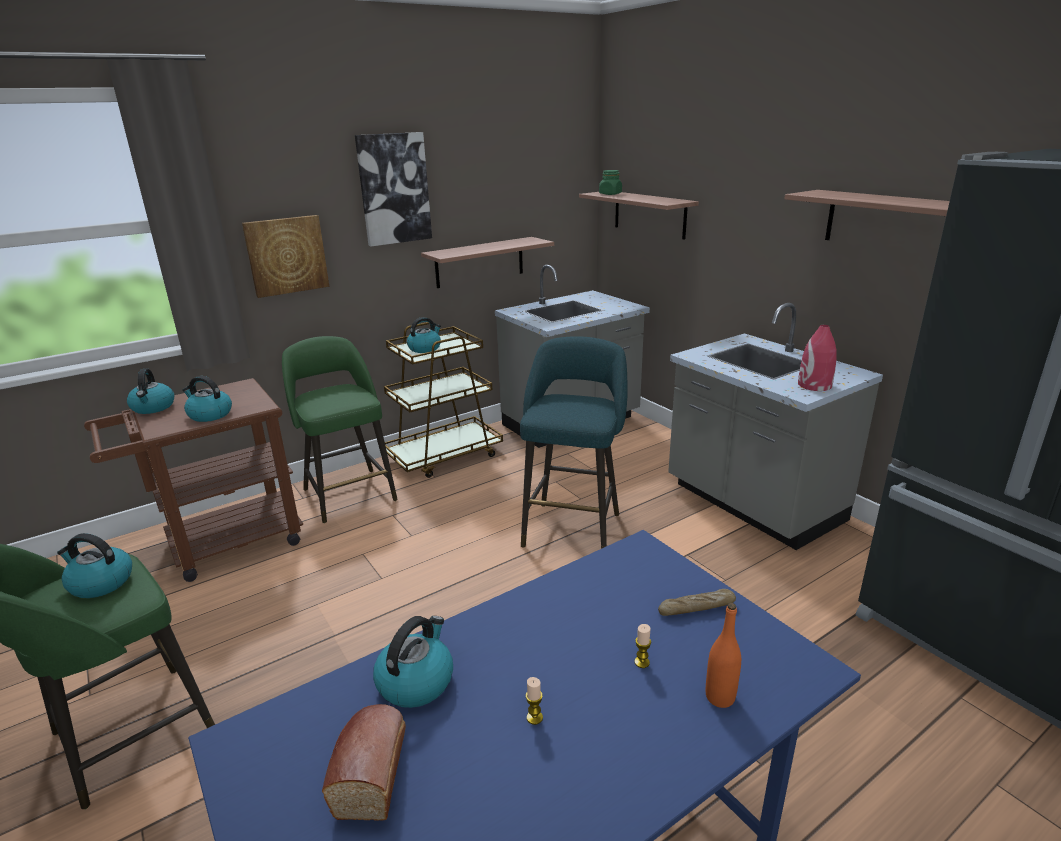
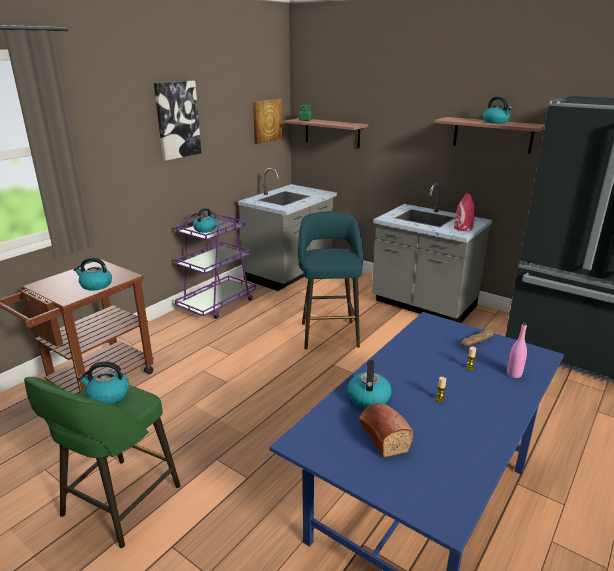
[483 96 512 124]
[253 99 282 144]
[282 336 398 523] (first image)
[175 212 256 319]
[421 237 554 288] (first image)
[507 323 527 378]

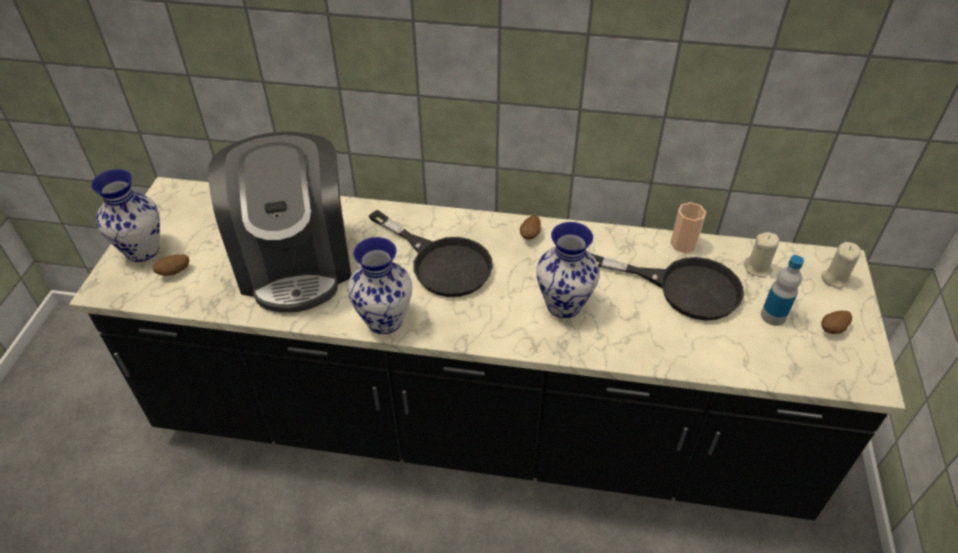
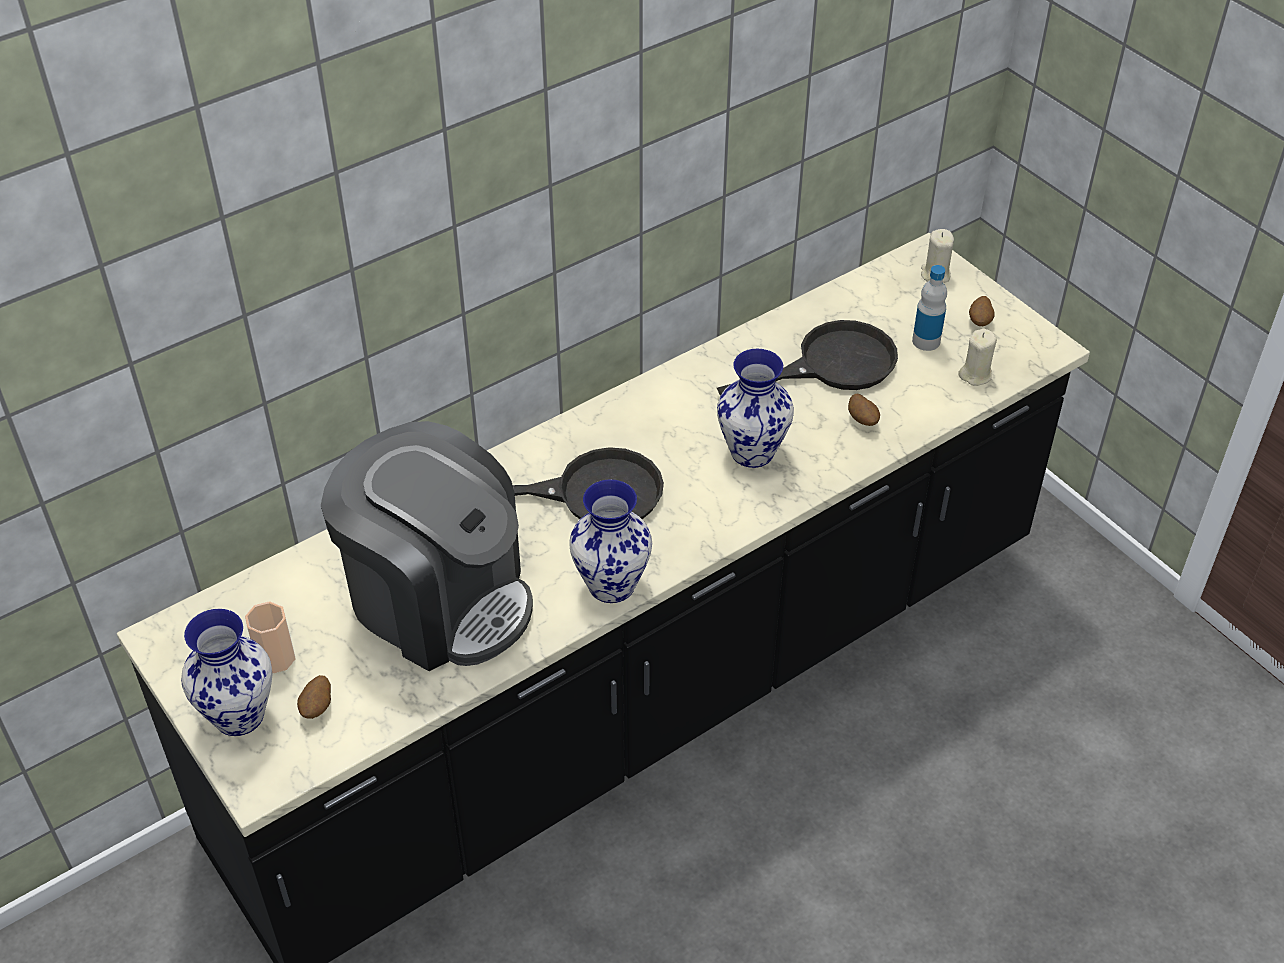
[848 393 880 426]
[245 601 296 674]
[958 329 997 386]

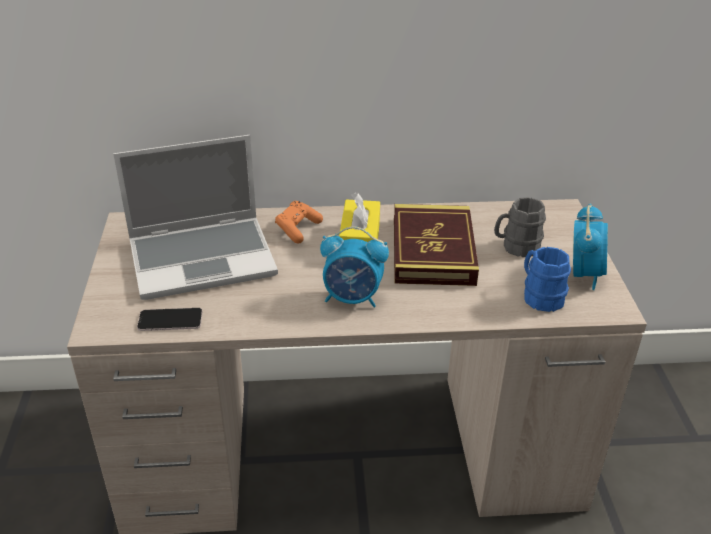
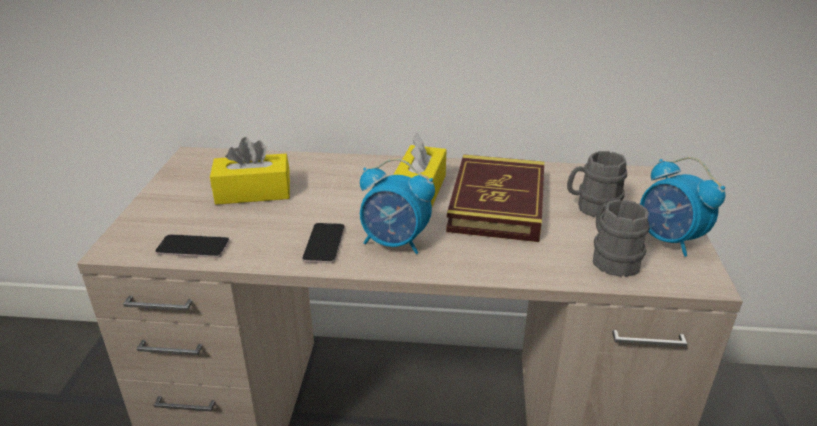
[210 137 290 205]
[275 201 323 243] (first image)
[593 200 650 277]
[640 157 725 257]
[302 223 345 264]

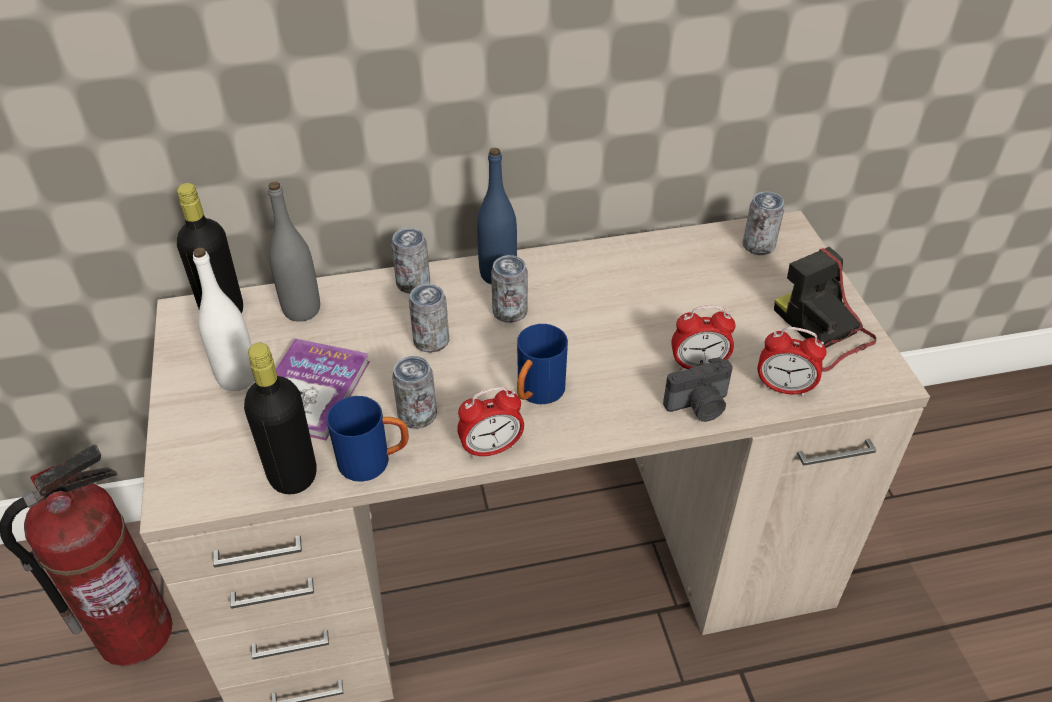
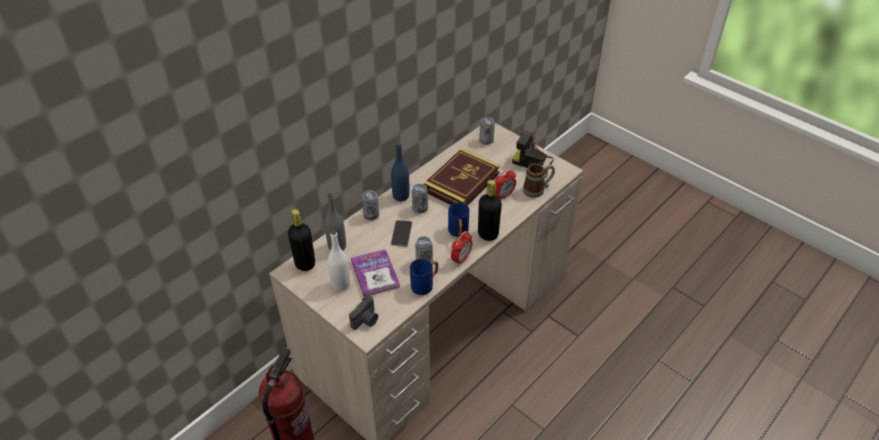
[478 180 502 241]
[391 220 412 247]
[349 296 378 330]
[523 164 555 198]
[424 148 500 206]

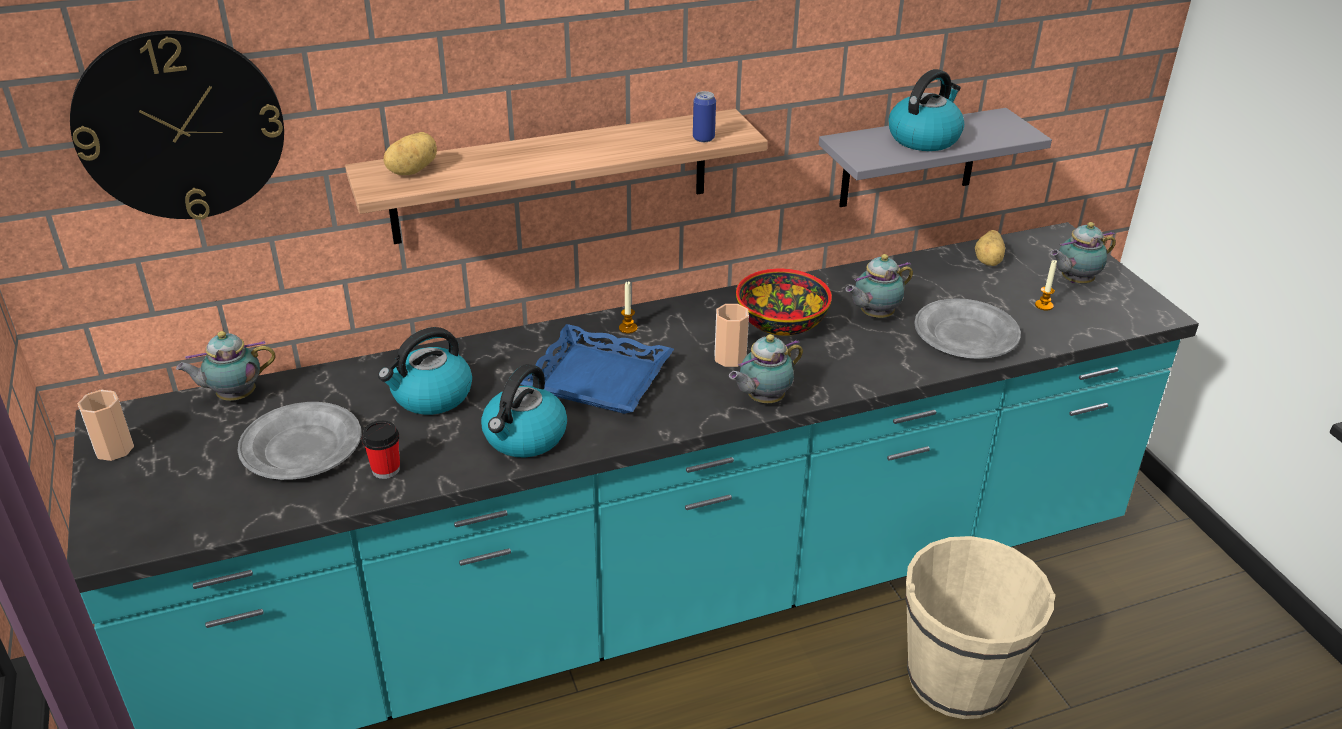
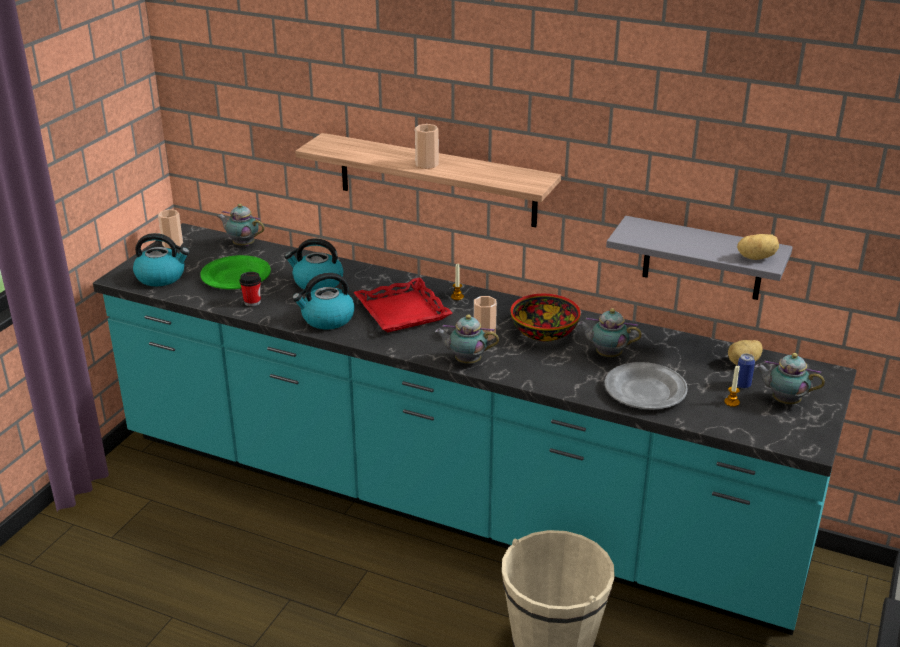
[70 31 284 220] (first image)
[200 255 271 289]
[737 234 779 260]
[353 278 453 332]
[737 354 755 389]
[133 233 190 286]
[415 124 439 169]

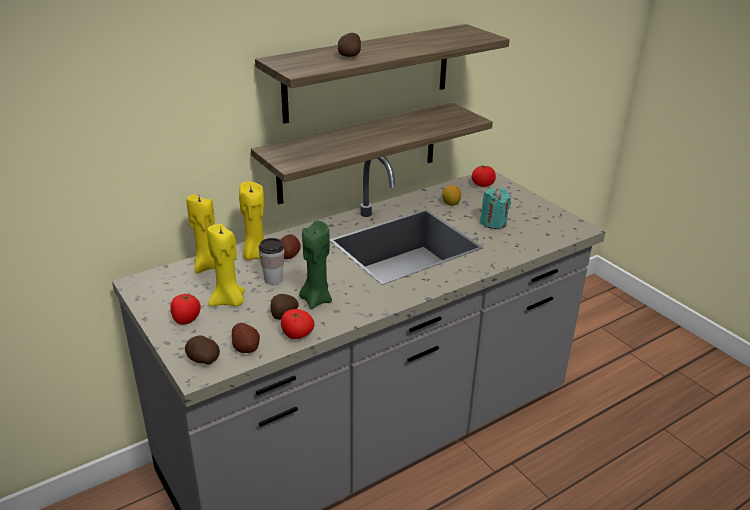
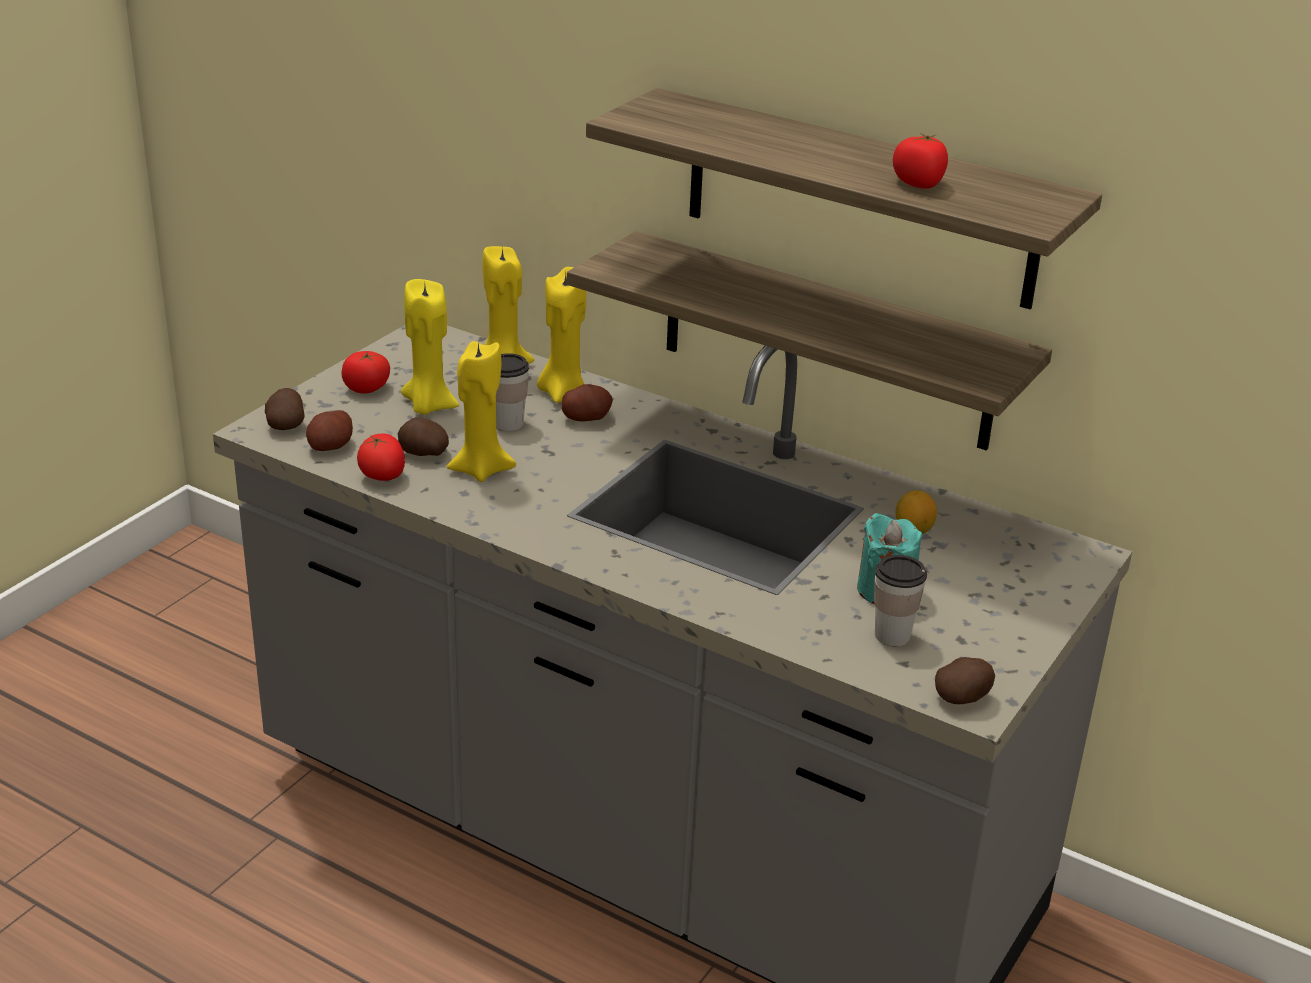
[447 341 516 482]
[935 657 995 704]
[893 133 948 189]
[874 555 927 646]

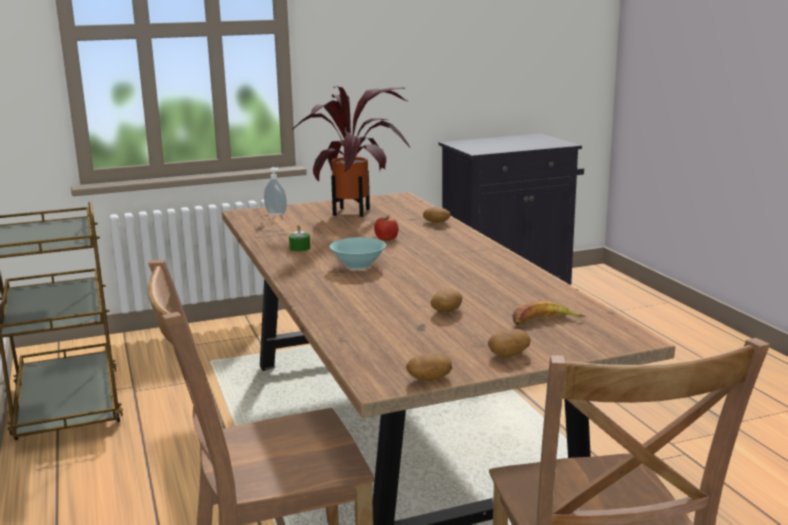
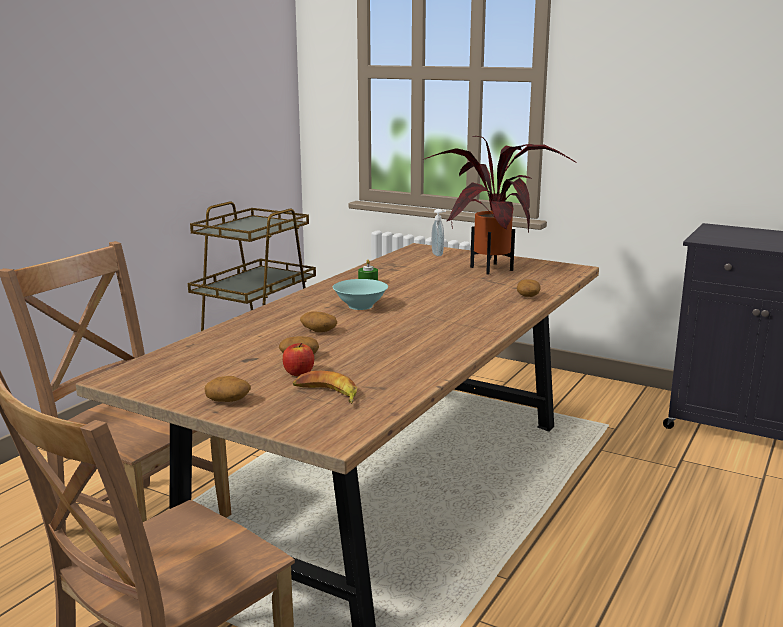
[283 343 314 376]
[300 312 337 332]

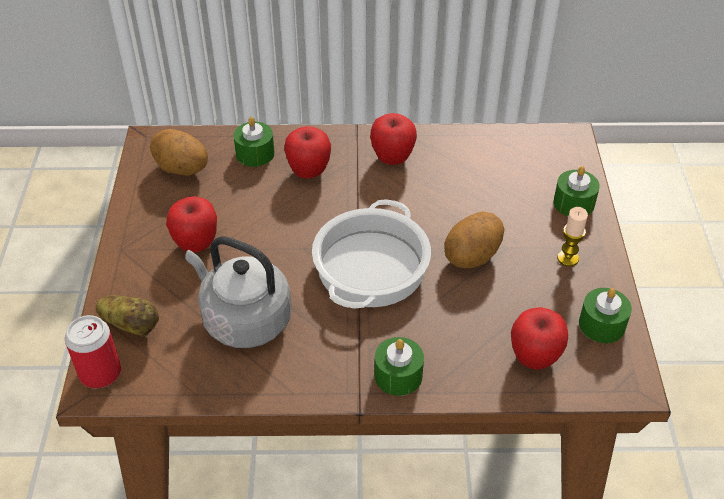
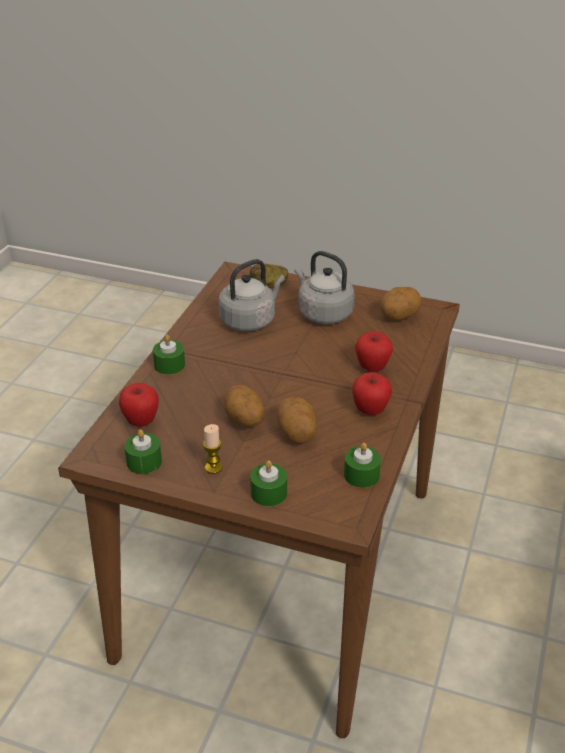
[65 315 121 388] (first image)
[294 251 355 324]
[344 443 381 488]
[312 199 431 308] (first image)
[276 397 317 444]

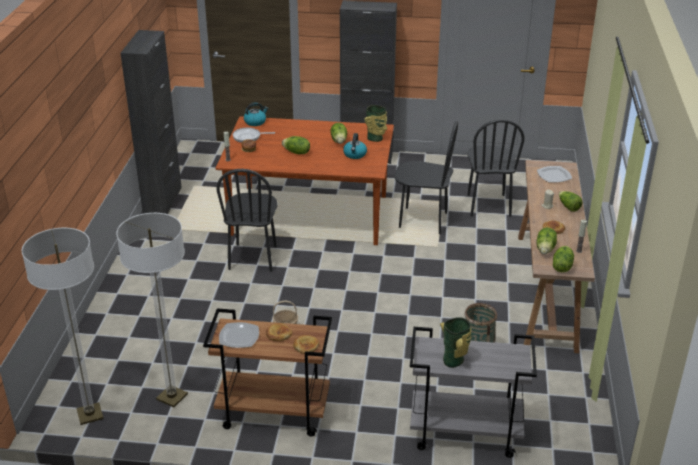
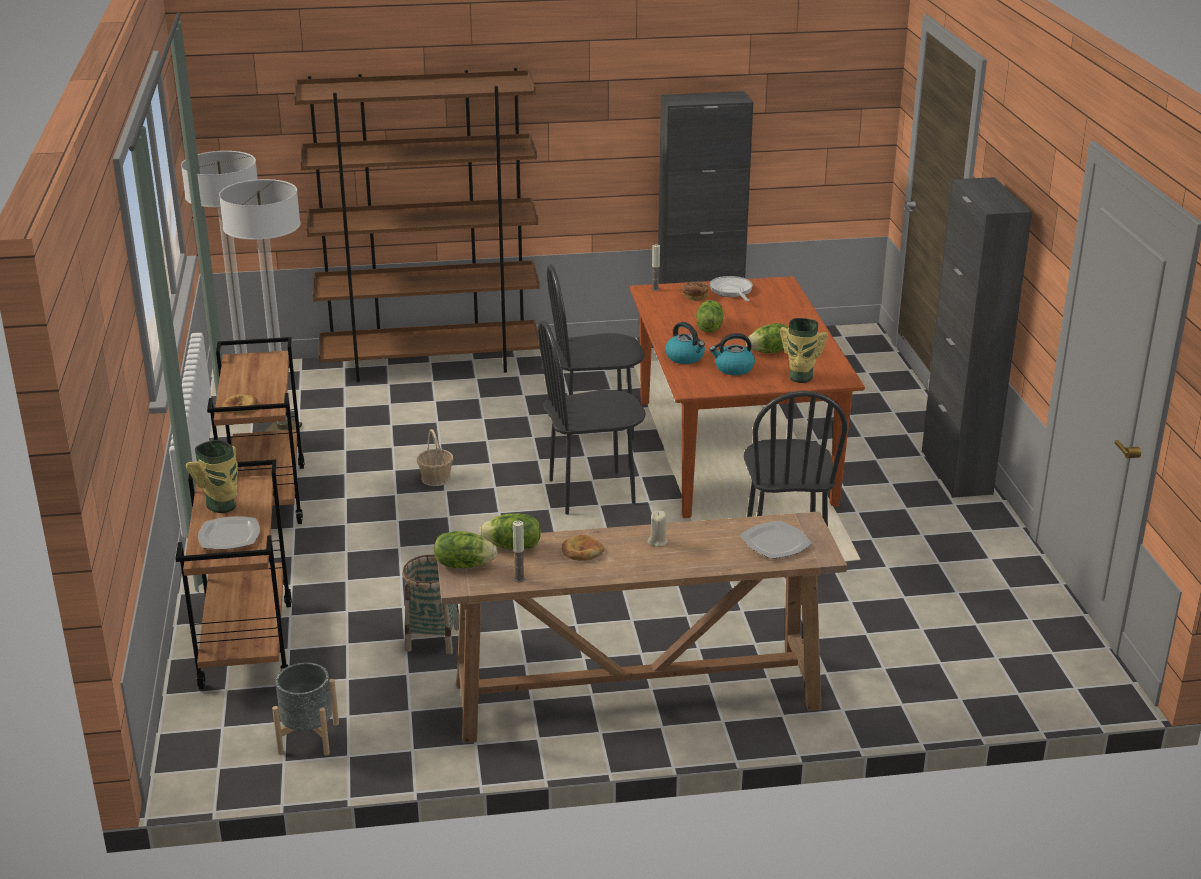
[198 516 260 549]
[665 322 705 364]
[266 323 293 341] (first image)
[175 459 292 689]
[538 320 646 514]
[559 191 583 212] (first image)
[272 662 339 755]
[294 68 540 382]

